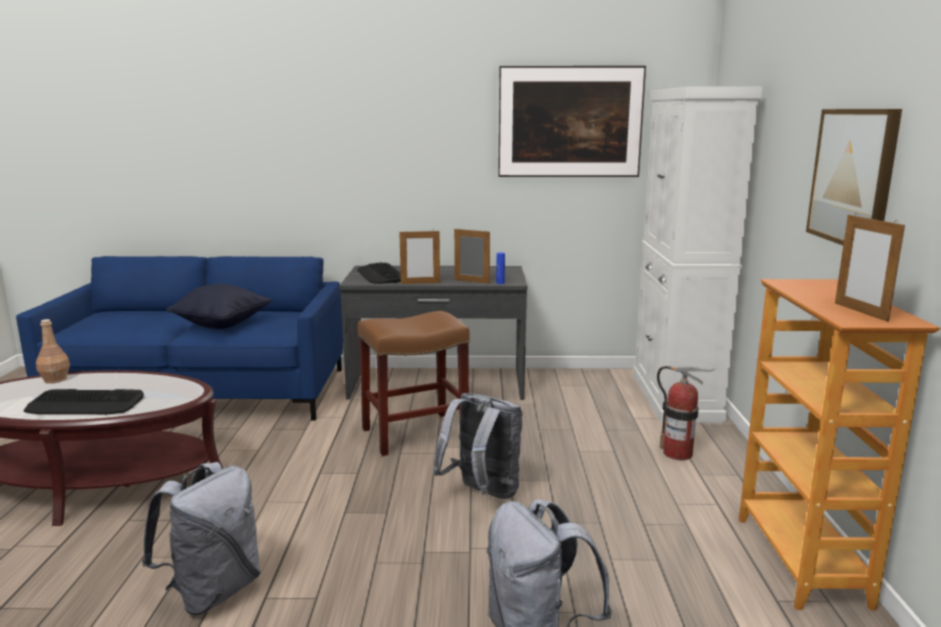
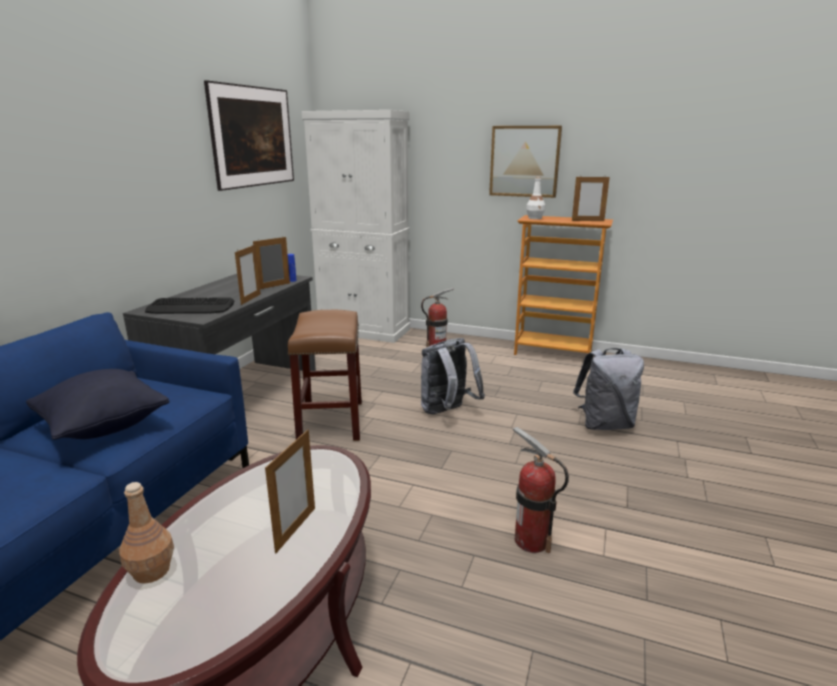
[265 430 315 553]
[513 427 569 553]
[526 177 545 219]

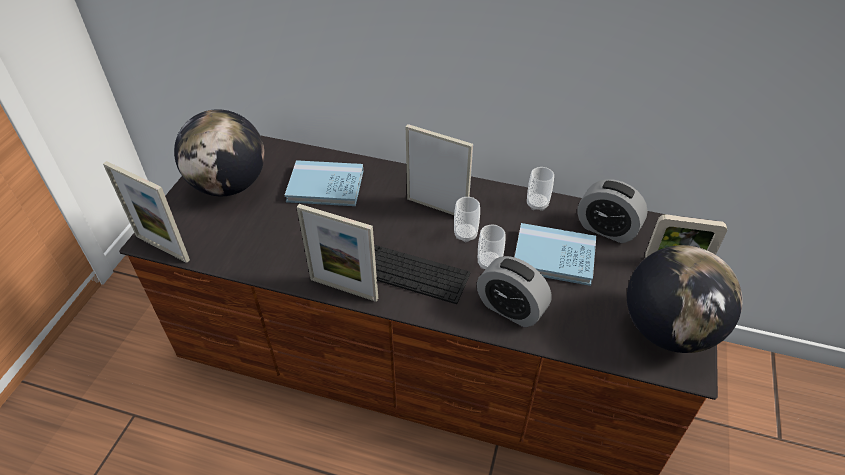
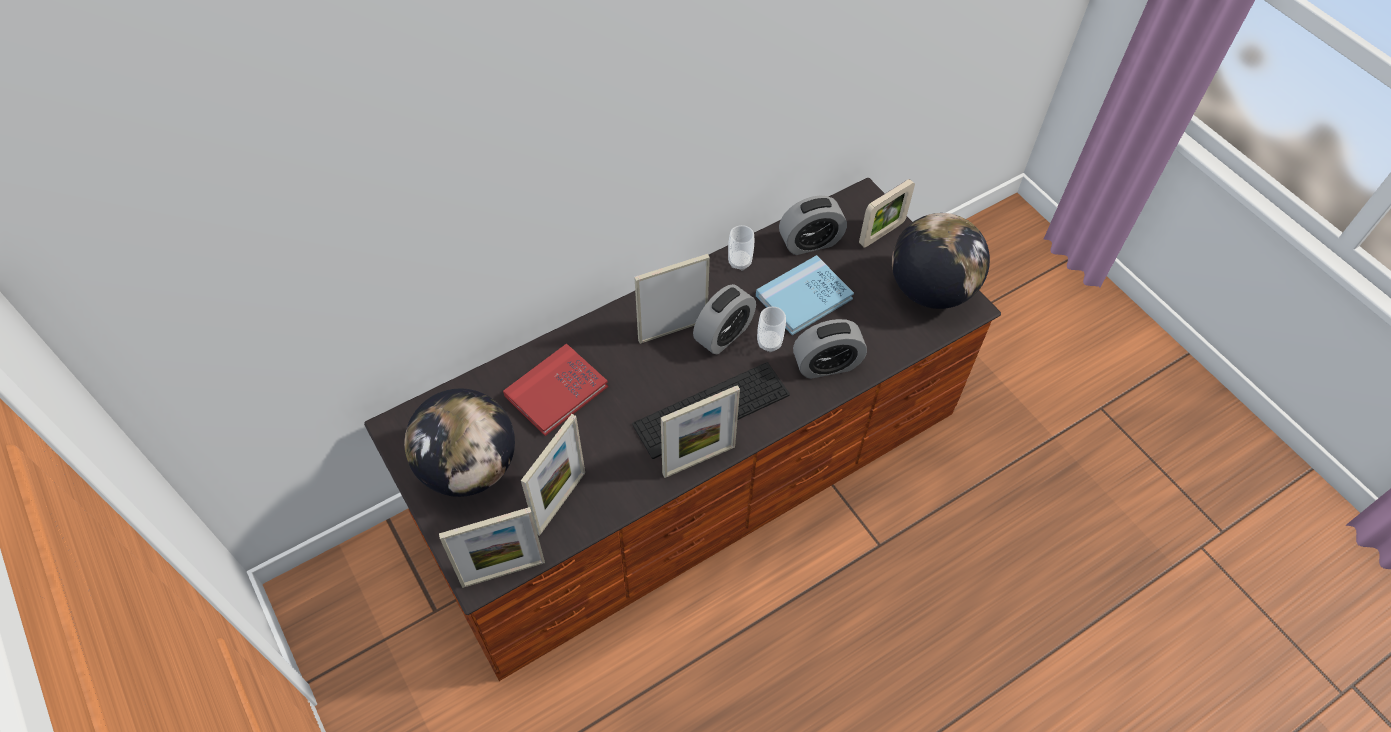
[503 343 608 436]
[693 284 756 354]
[521 414 585 536]

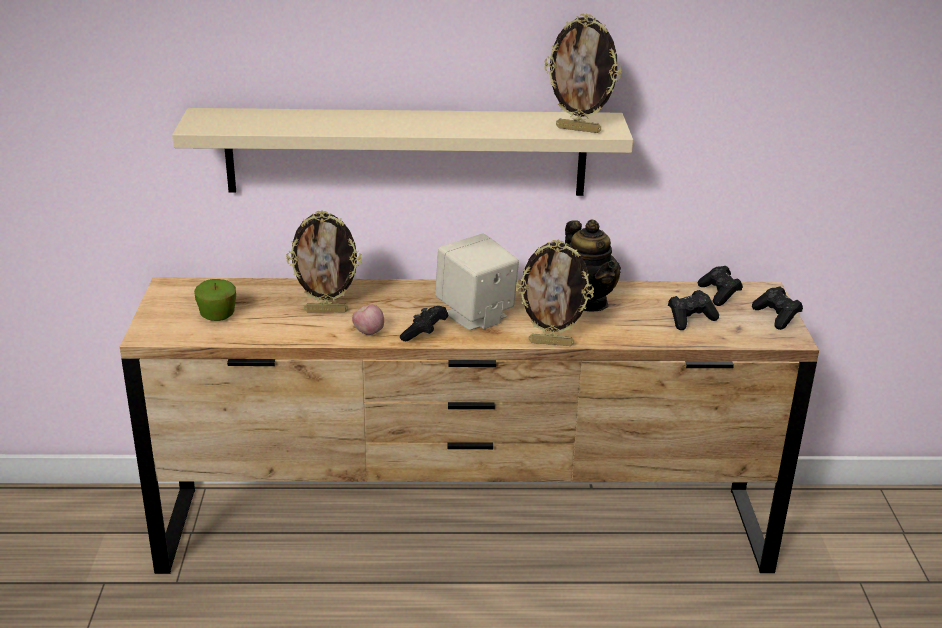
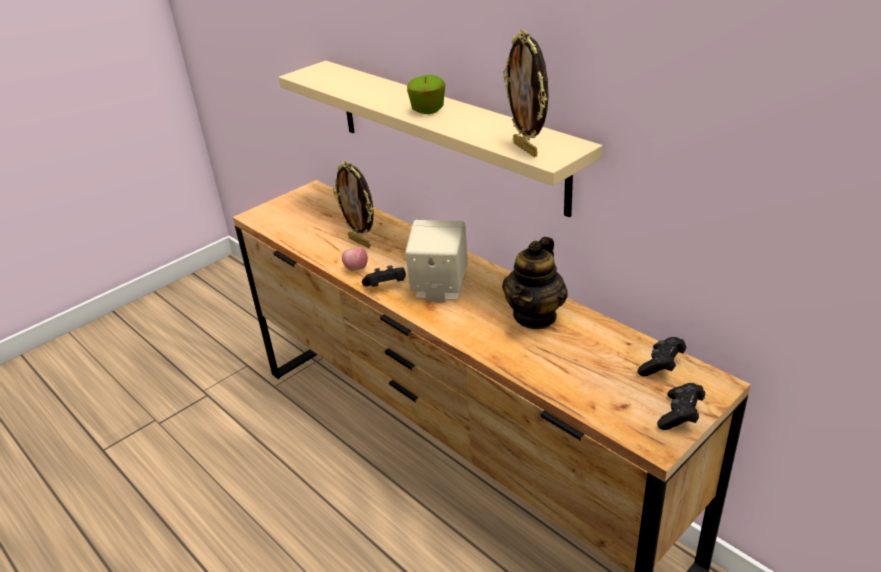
[407 75 445 114]
[516 240 594 346] (first image)
[668 290 719 330] (first image)

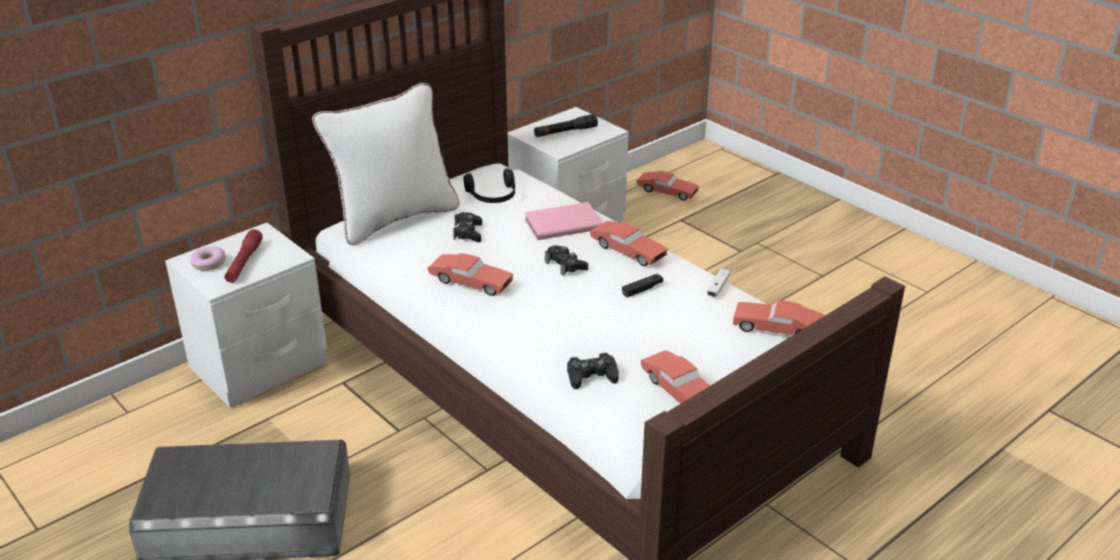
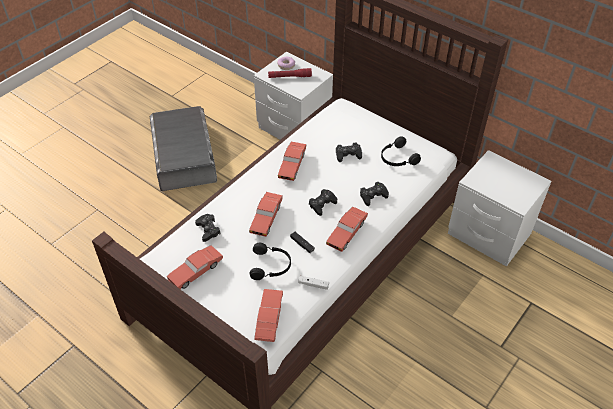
[312 83 459 245] (first image)
[360 182 389 206]
[534 114 598 137] (first image)
[249 192 283 237]
[250 243 291 280]

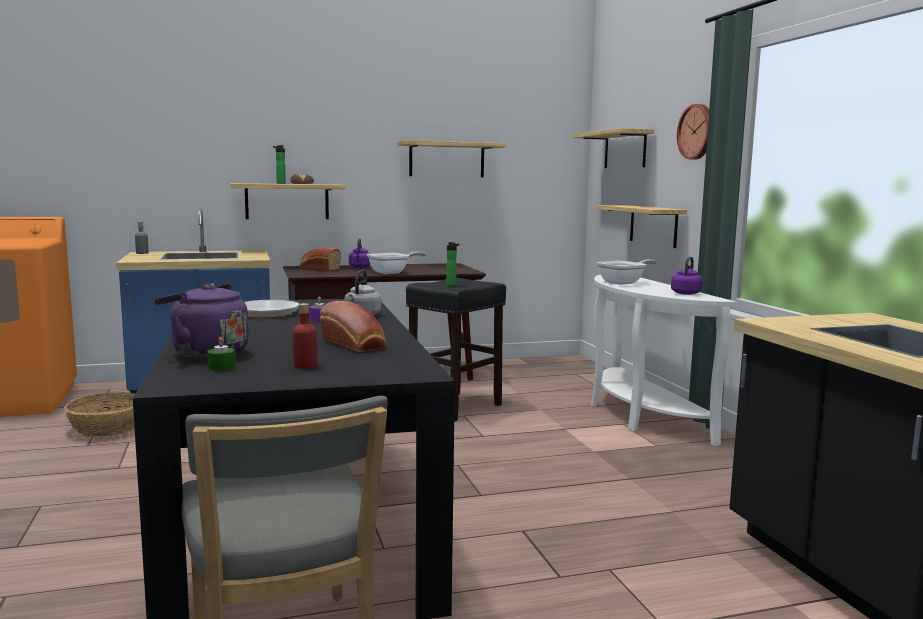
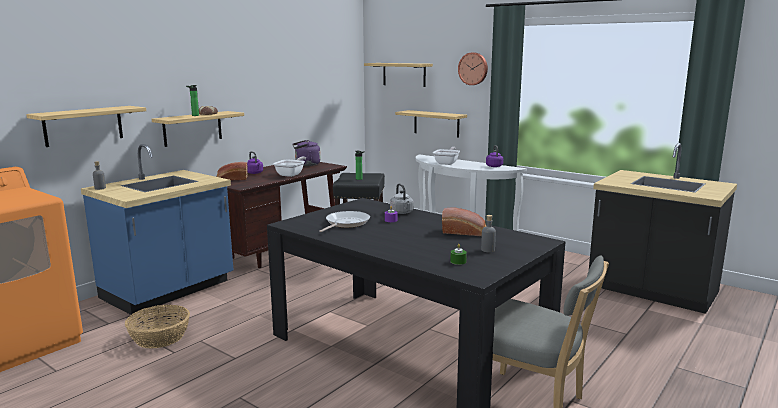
[292 140 321 166]
[481 215 496 252]
[26 106 146 147]

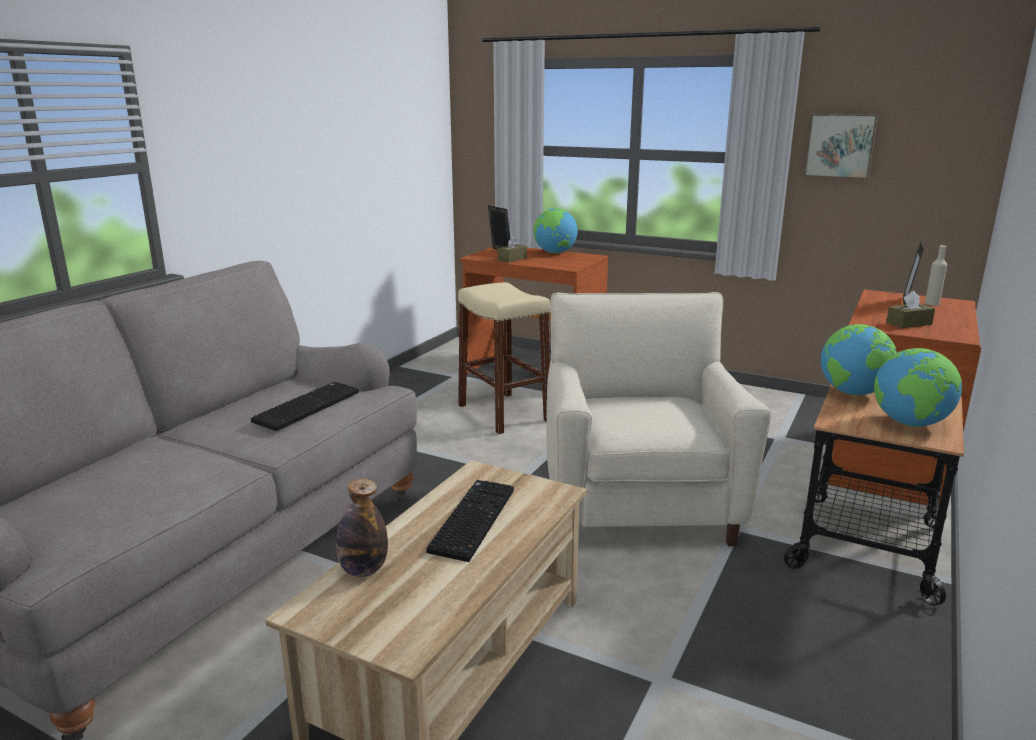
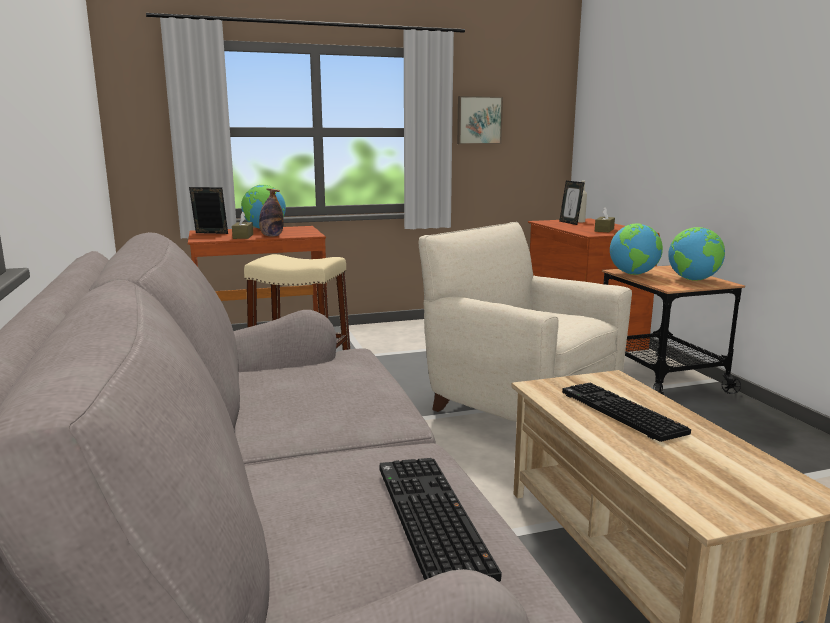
[379 458 502 582]
[259 188 284 237]

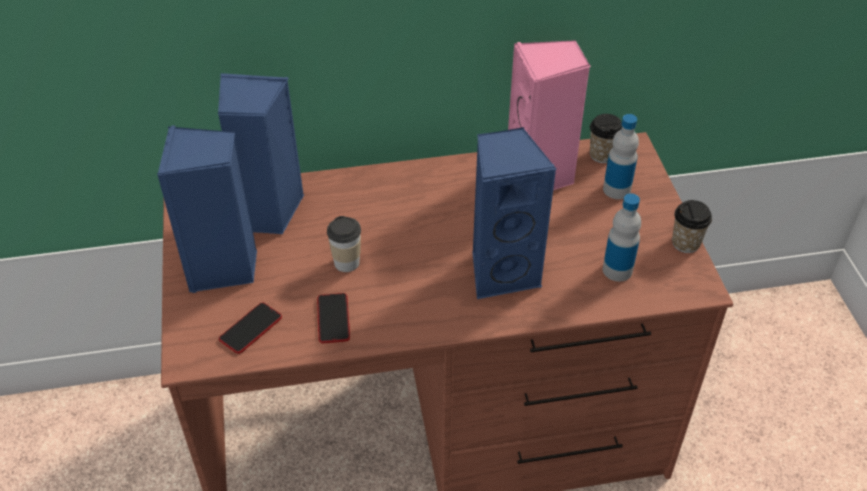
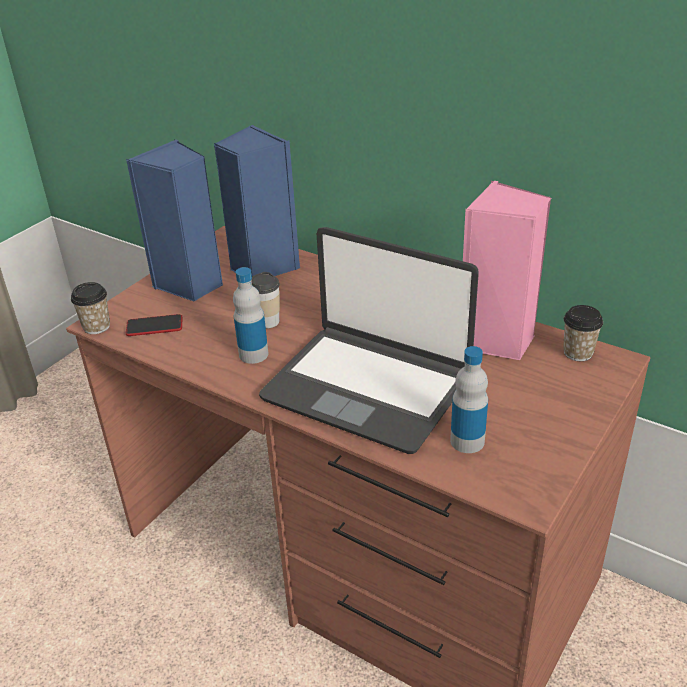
[317 293 350 343] (first image)
[259 227 479 454]
[233 267 268 364]
[71 282 110 334]

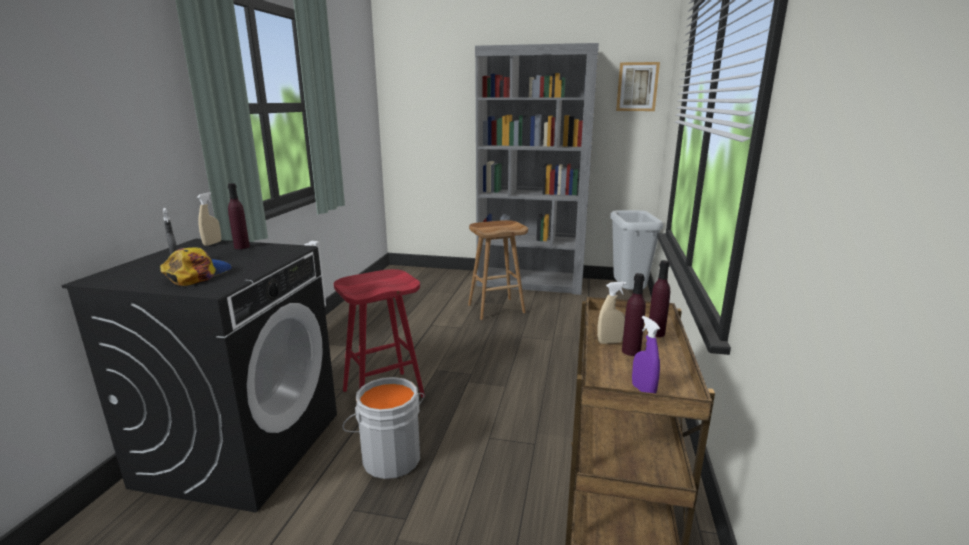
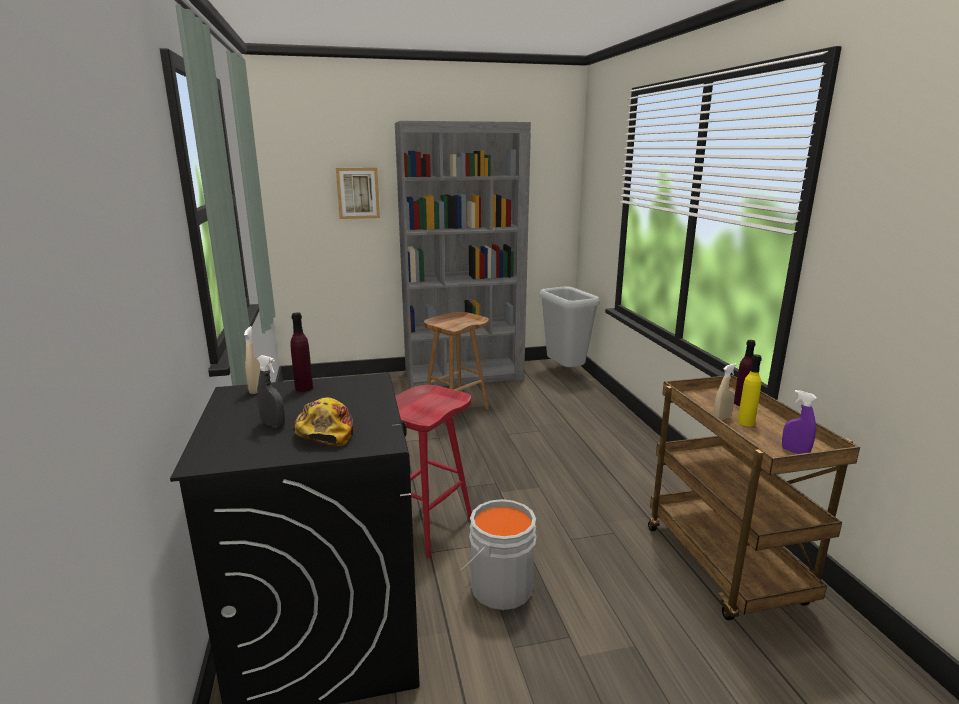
[336 168 380 219]
[738 354 762 426]

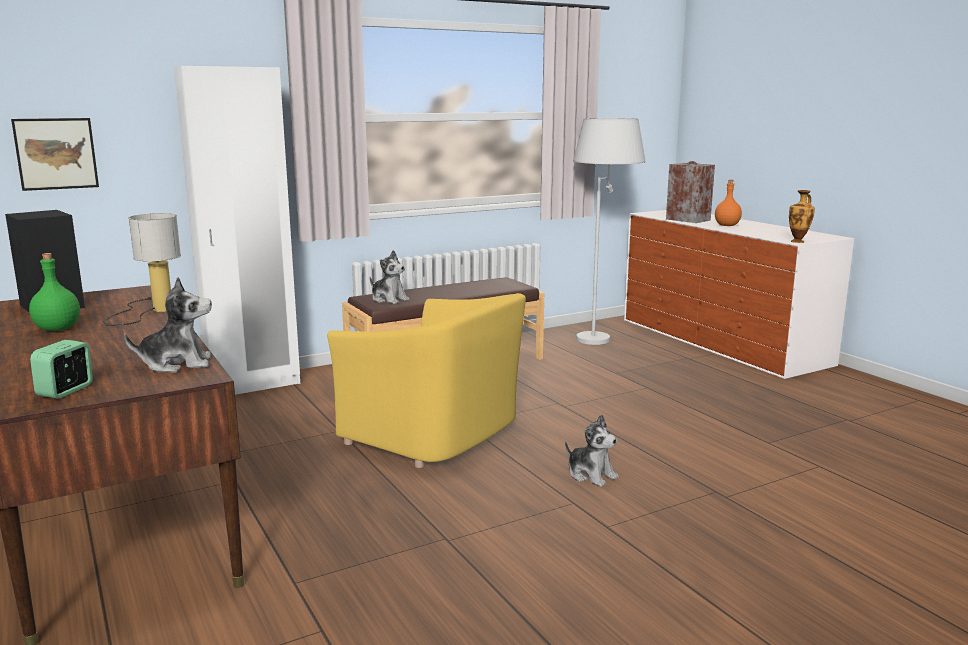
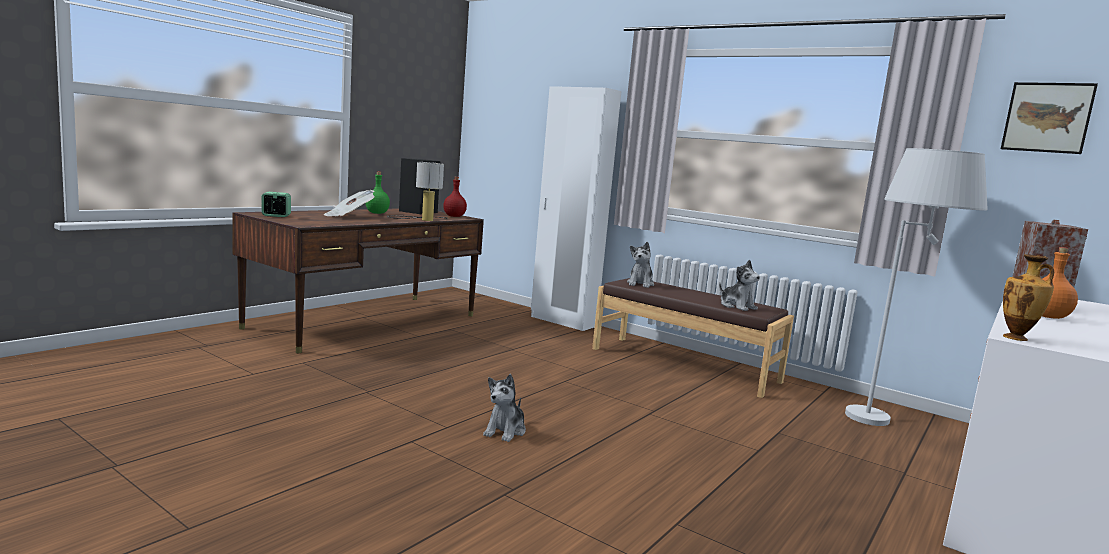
[1001 82 1098 154]
[719 260 760 311]
[327 293 526 468] (first image)
[324 190 375 216]
[443 177 467 217]

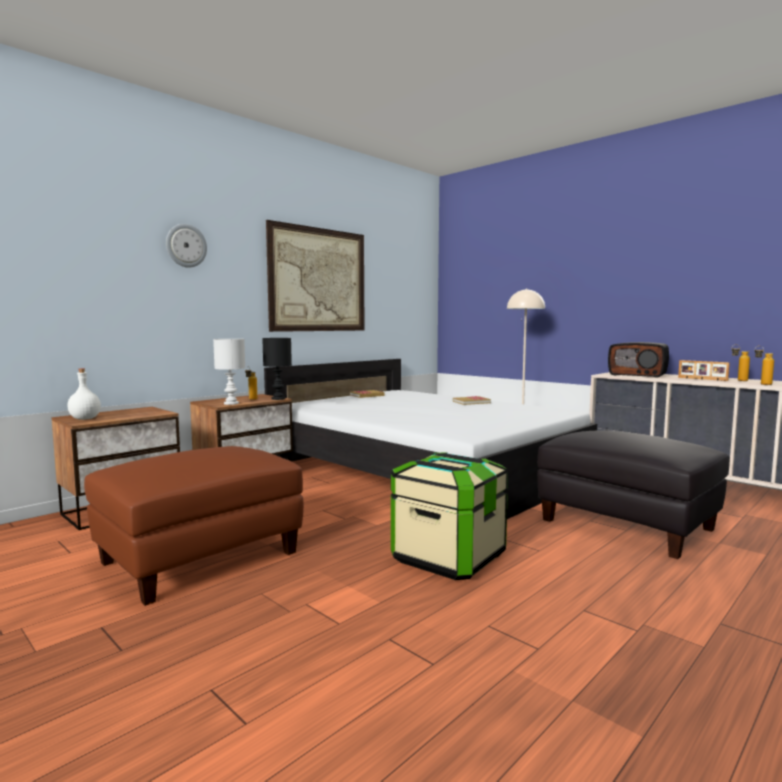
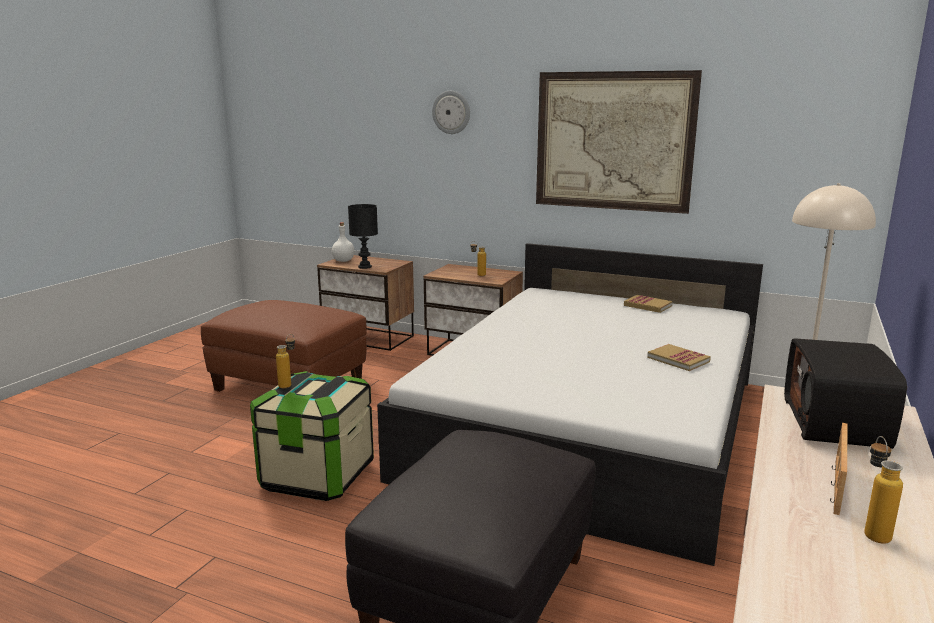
[213 339 245 405] (first image)
[348 204 378 269]
[276 334 295 388]

